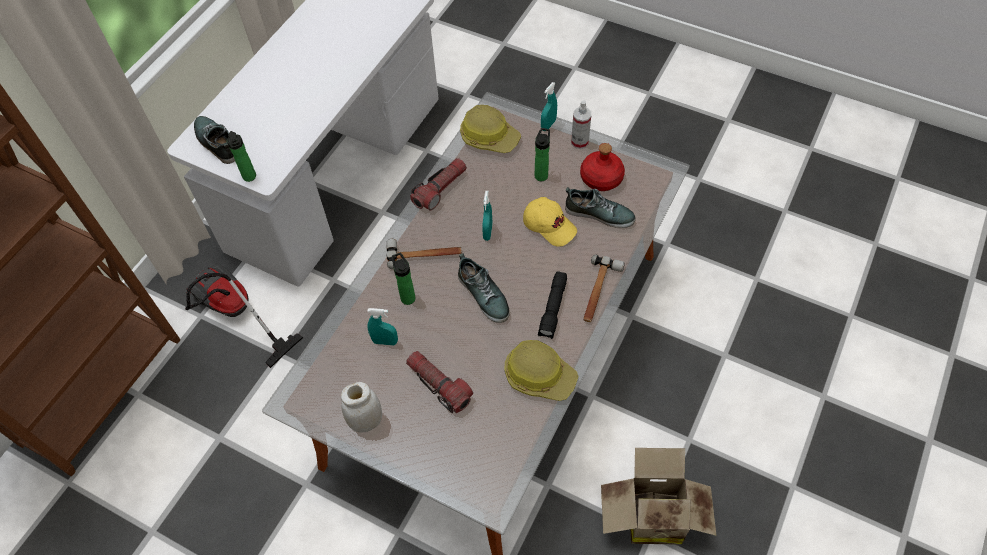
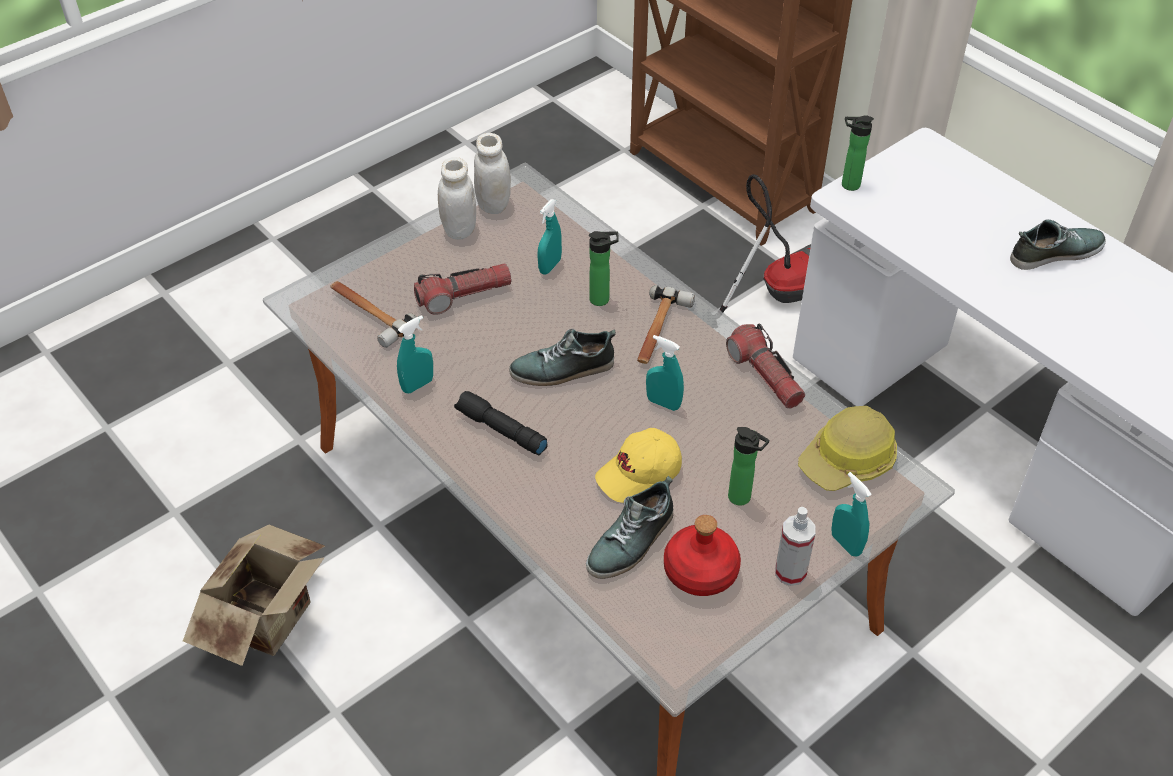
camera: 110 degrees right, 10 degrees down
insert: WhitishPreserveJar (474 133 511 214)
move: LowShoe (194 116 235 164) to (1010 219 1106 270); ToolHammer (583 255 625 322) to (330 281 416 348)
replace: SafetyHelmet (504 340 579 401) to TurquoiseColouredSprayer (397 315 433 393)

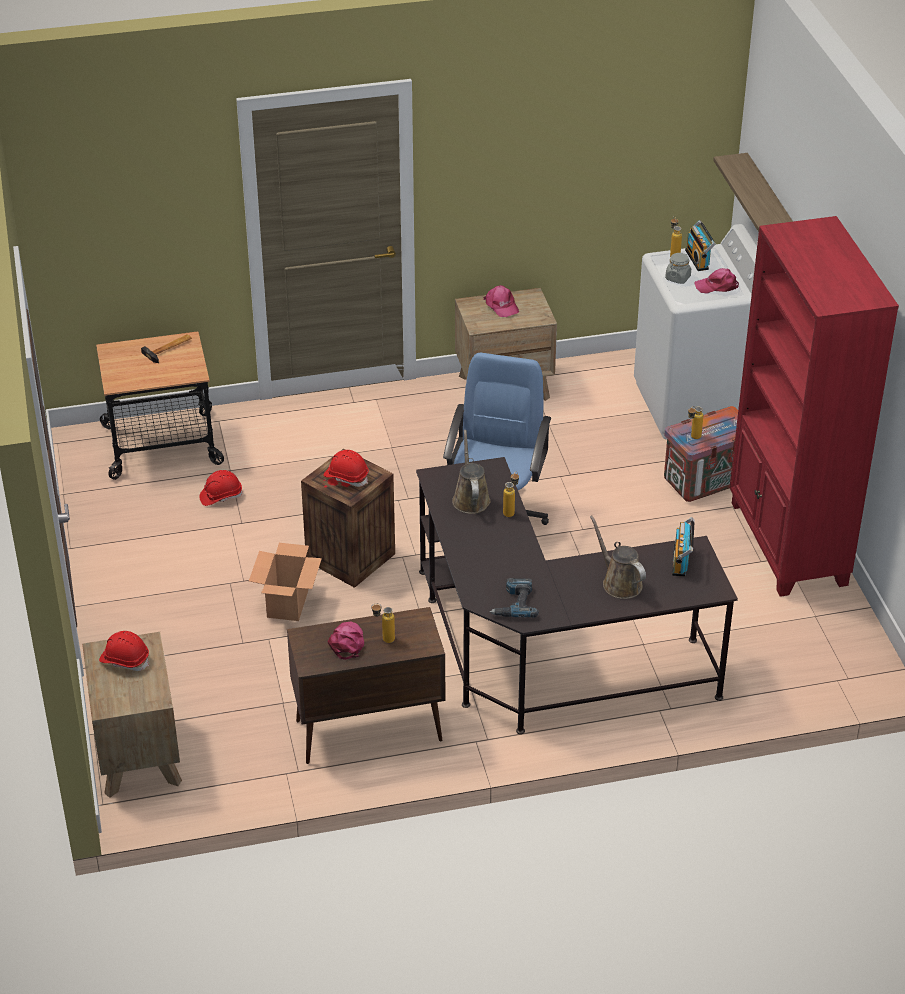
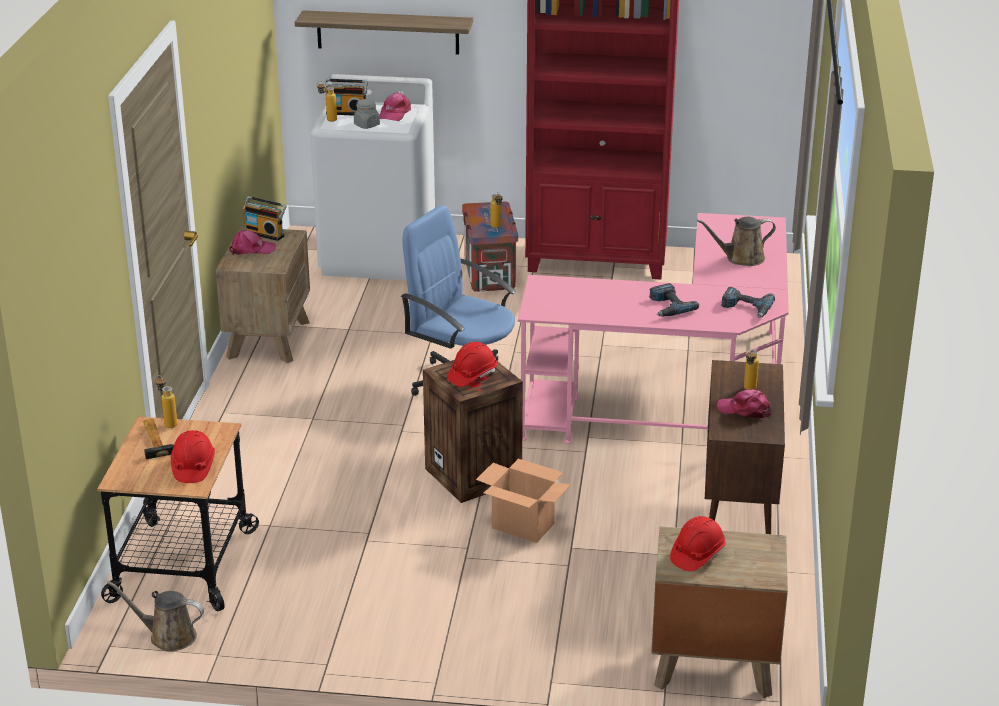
camera: 70 degrees left, 10 degrees down
insert: PowerDrill (649 283 699 317)
move: RedColouredSafetyHelmet (199 470 242 506) to (171 430 215 483); BrownSprinklingCan (452 430 490 514) to (107 581 204 651); DrinkBottle (503 471 519 517) to (156 375 178 428); RadioSet (672 517 695 577) to (243 196 287 241)
recolor: BlackishDeskUnit (416 457 738 734) to PinkColouredDeskUnit (518 213 789 444)

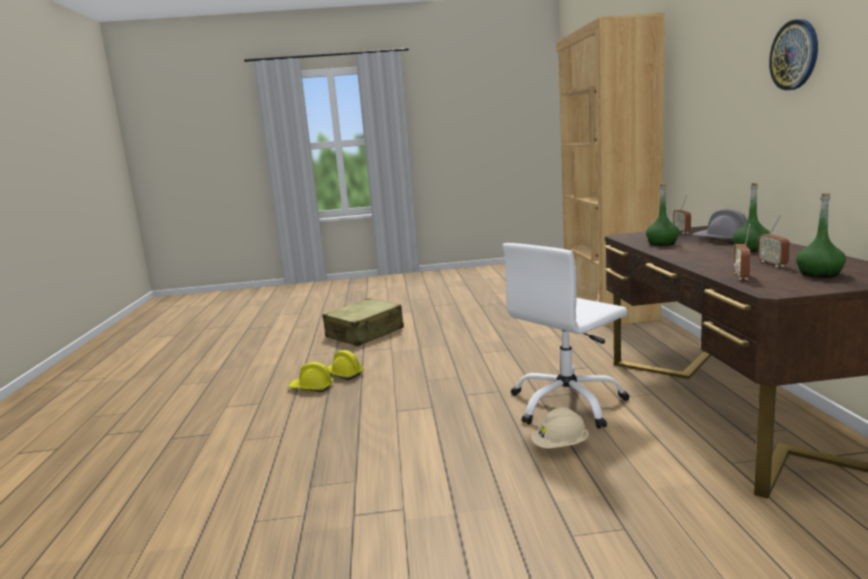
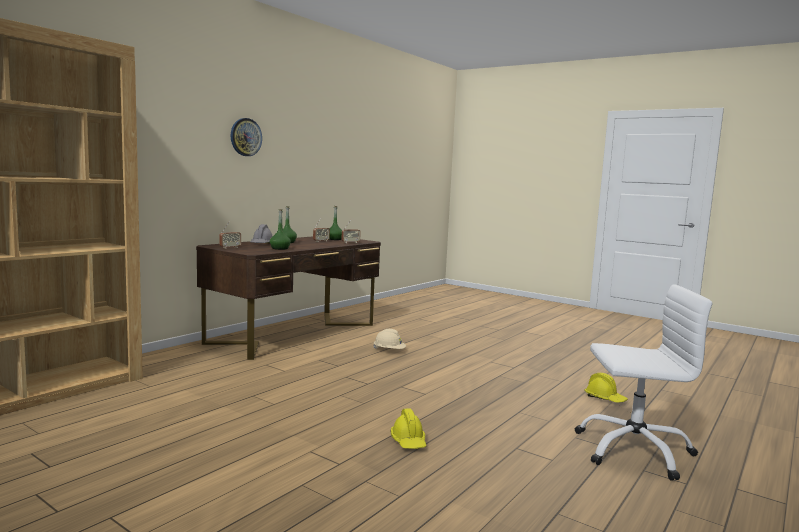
camera: 140 degrees left, 5 degrees down
delete: BeigeColouredSuitcase (323 298 404 346)
move: YellowishSafetyHelmet (288 362 334 392) to (584 373 628 403); WhitishOfficeChair (503 243 630 429) to (575 284 712 481)

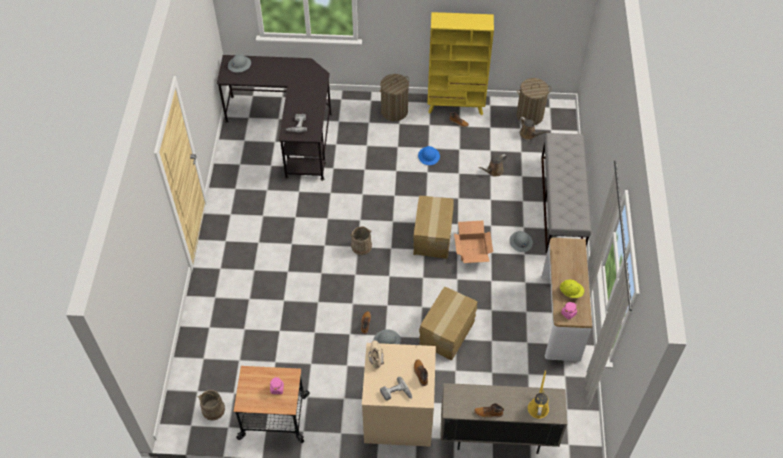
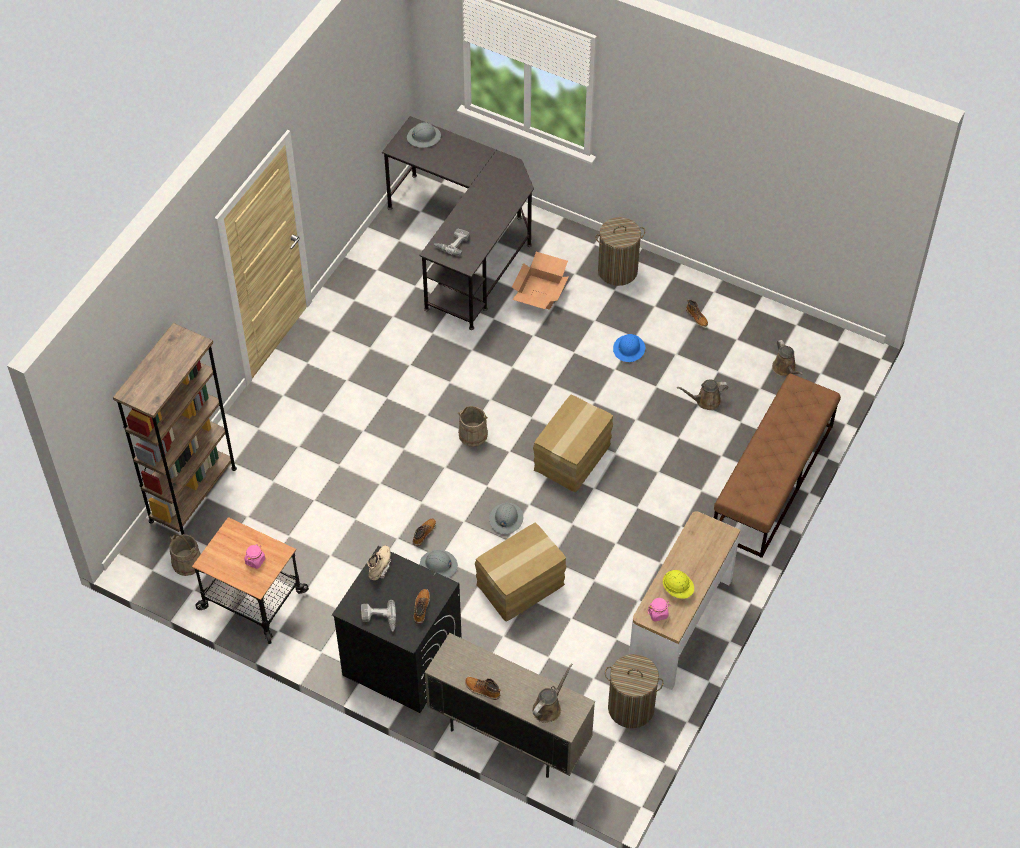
camera: 25 degrees right, 0 degrees up
delete: YellowishBookcase (427 12 494 116)
insert: BrownBookcase (113 323 237 535)
move: PackingBox (454 221 493 263) to (512 252 569 310); GreyishSafetyHelmet (509 231 533 252) to (489 503 523 534); LaundryBasket (516 78 552 125) to (605 654 664 728)
recolor: BeigeColouredLaundryAppliance (362 343 436 447) to BlackishLaundryAppliance (332 546 462 713); YellowishSprinklingCan (528 370 549 419) to BrownSprinklingCan (532 663 573 723); GreyishIndoorBench (541 133 592 253) to BrownIndoorBench (714 373 841 558)

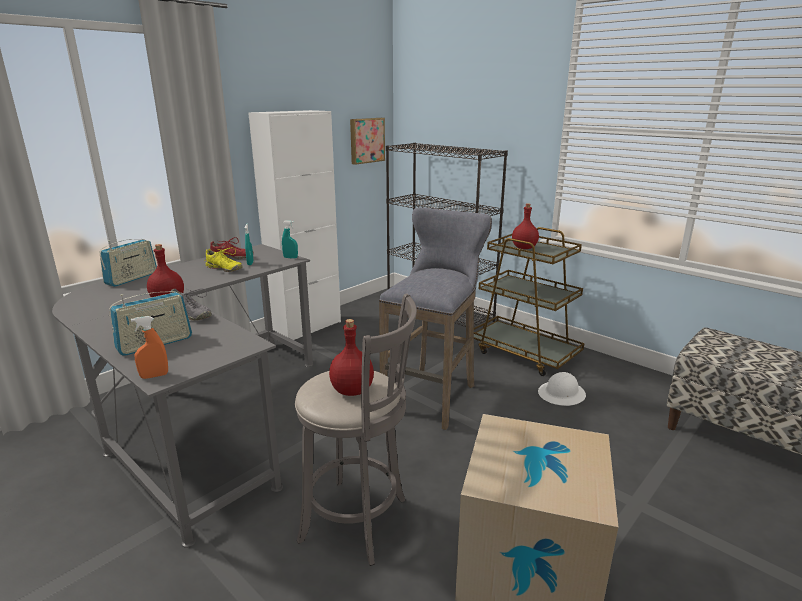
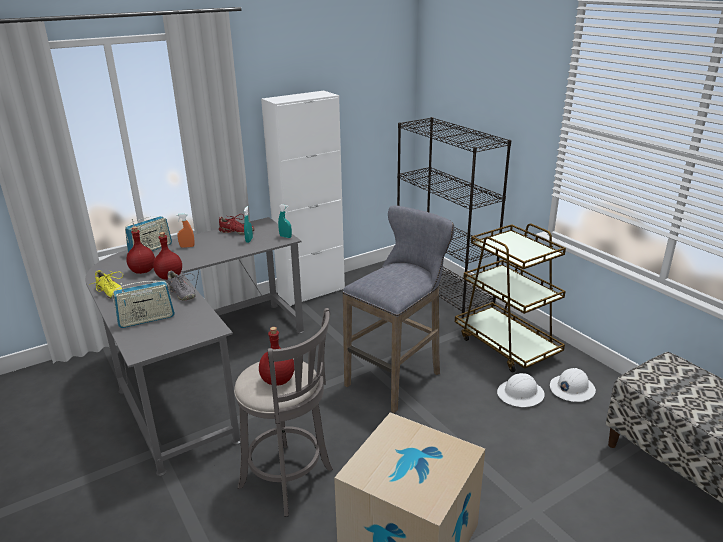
camera: 15 degrees right, 5 degrees up
delete: Picture (350 118 385 165)
insert: WhitishSafetyHelmet (550 368 596 402)
move: OrangeSprayer (131 316 168 379) to (176 213 195 248); YellowishLowShoe (204 248 243 272) to (89 270 124 299); RedColouredDrinkBottle (512 203 539 249) to (126 227 155 274)

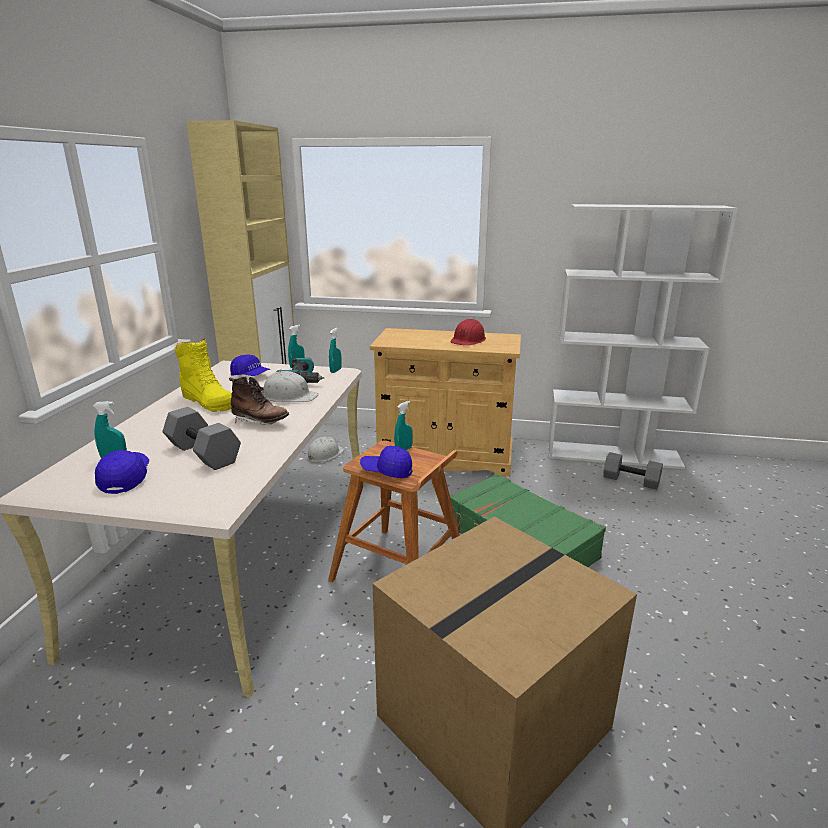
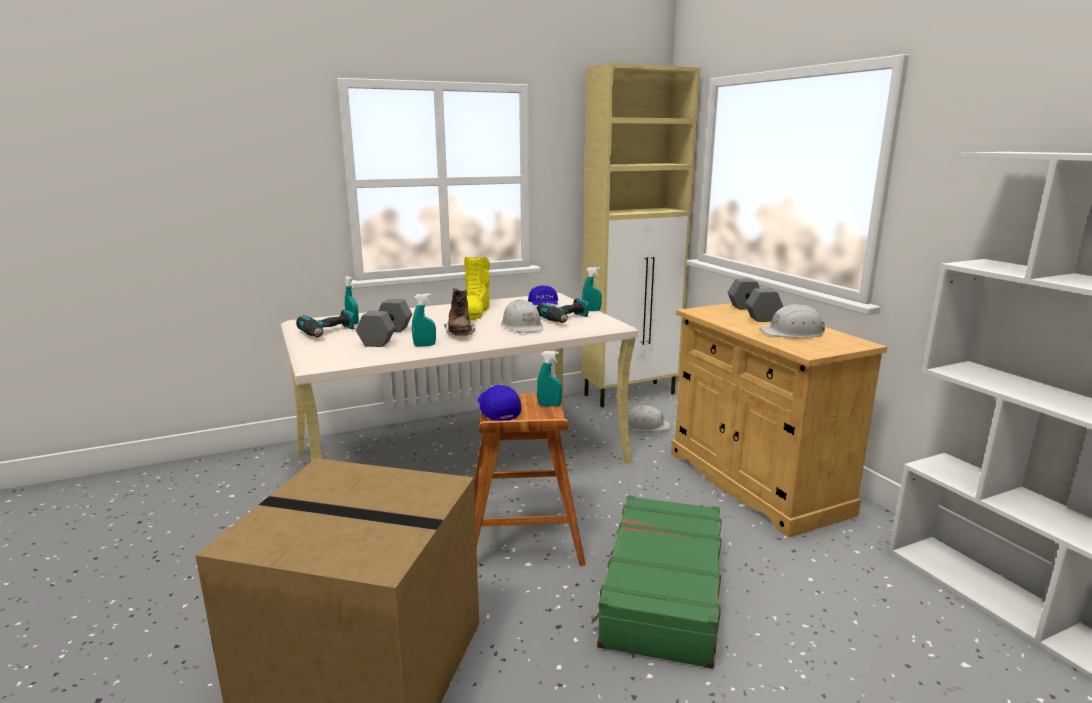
camera: 55 degrees right, 5 degrees down
move: TurquoiseColouredSprayer (329 328 342 373) to (412 293 436 347); GreyishFreeWeight (604 452 663 490) to (728 278 783 322)
replace: BluePeakedCap (95 450 149 494) to PowerDrill (296 309 355 337)
recolor: RedColouredSafetyHelmet (451 319 486 346) to WhitishSafetyHelmet (759 304 825 338)

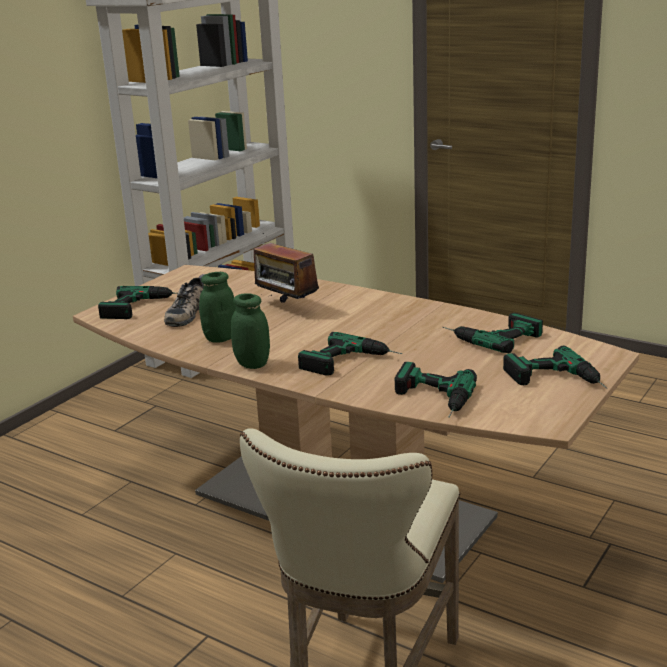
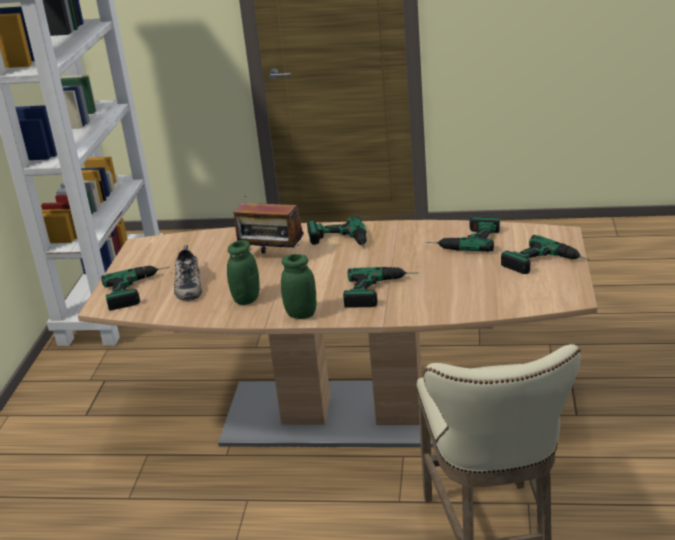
camera: 25 degrees left, 5 degrees up
move: PowerDrill (395 362 477 418) to (307 216 367 249)

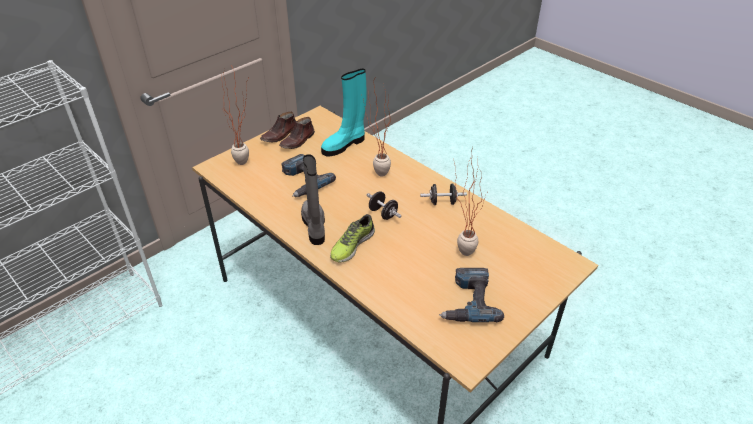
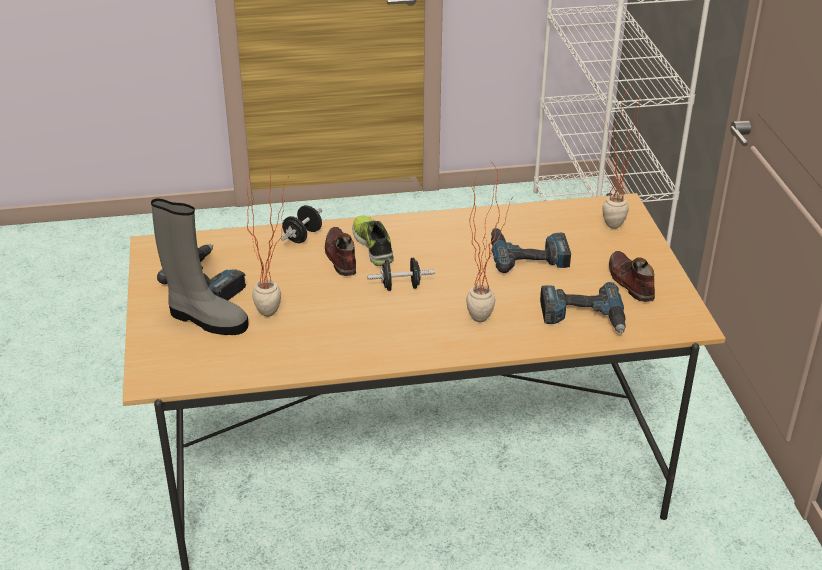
camera: 125 degrees right, 5 degrees down
move: BrownLowShoe (260 112 296 142) to (325 227 356 276); GreyishTallBoot (301 154 325 245) to (151 199 249 335); BlackishFreeWeight (420 183 467 205) to (281 205 322 243)
replace: TurquoiseColouredTallBoot (321 68 367 157) to PowerDrill (540 282 626 334)

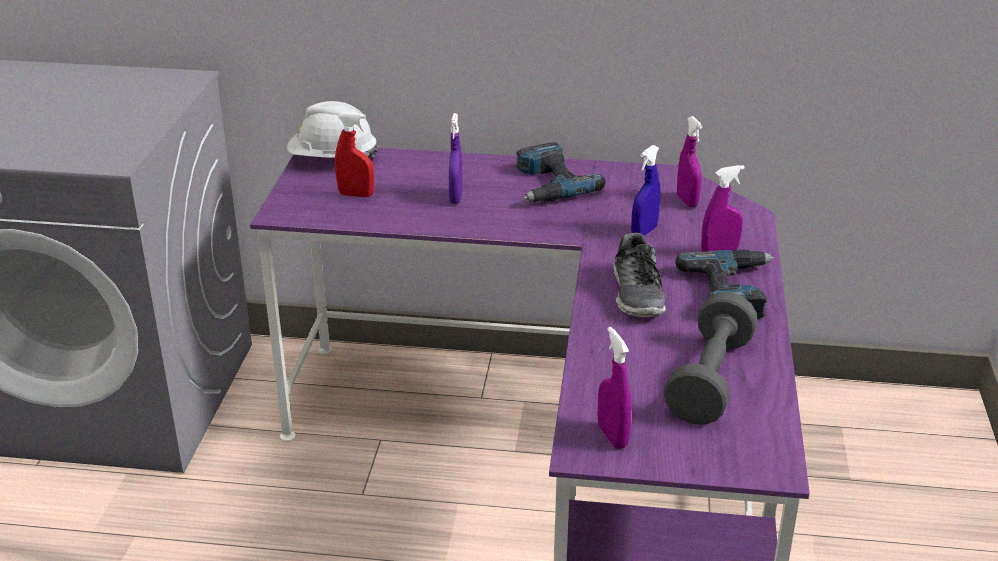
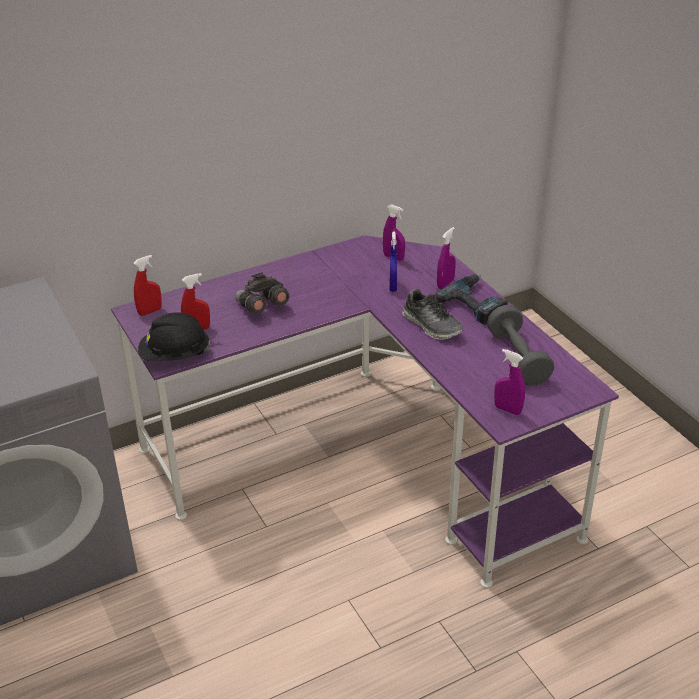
camera: 35 degrees left, 5 degrees up
delete: PowerDrill (516 142 606 202)
insert: BlackishSafetyHelmet (138 312 211 361)
replace: WhitishSafetyHelmet (287 101 378 159) to RedColouredSprayer (134 255 162 316); PurpleSprayer (449 113 462 204) to GreyishBinoculars (235 272 289 314)

